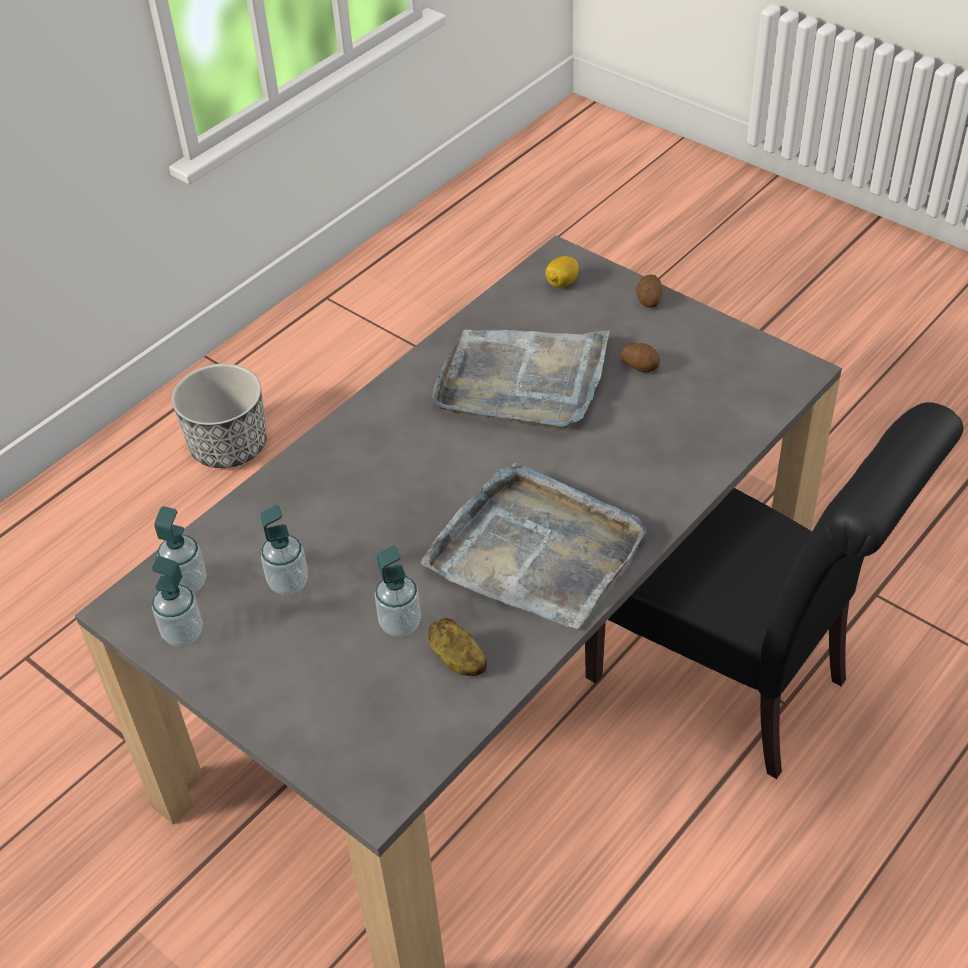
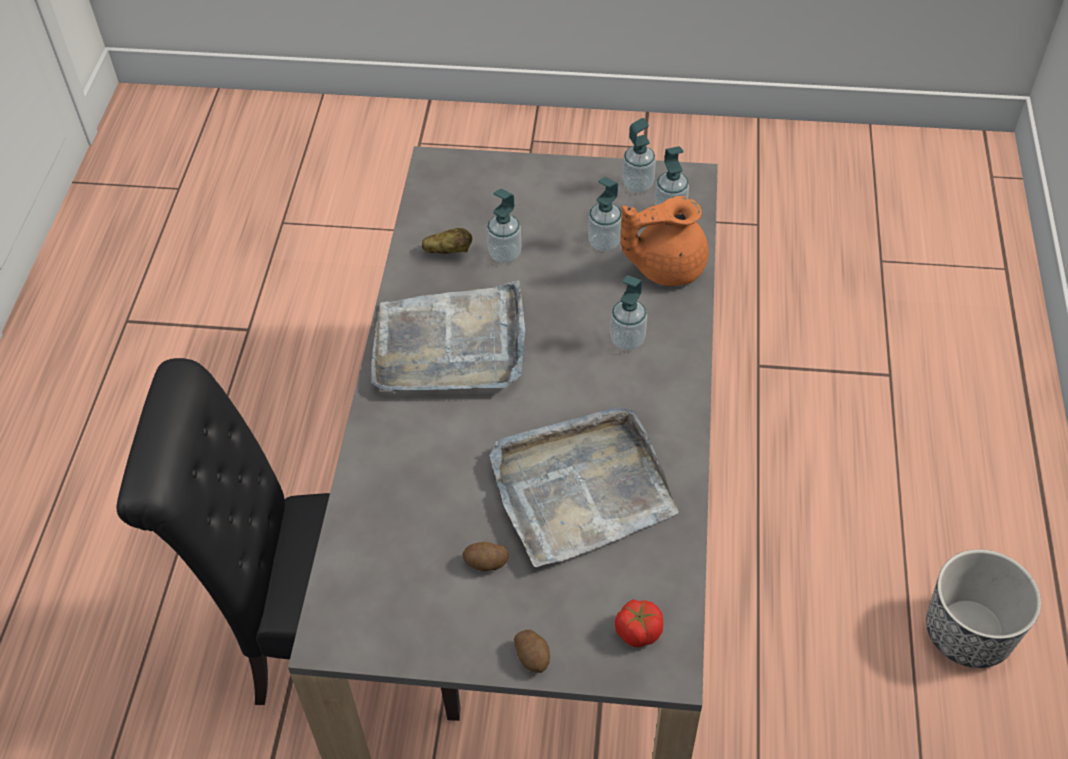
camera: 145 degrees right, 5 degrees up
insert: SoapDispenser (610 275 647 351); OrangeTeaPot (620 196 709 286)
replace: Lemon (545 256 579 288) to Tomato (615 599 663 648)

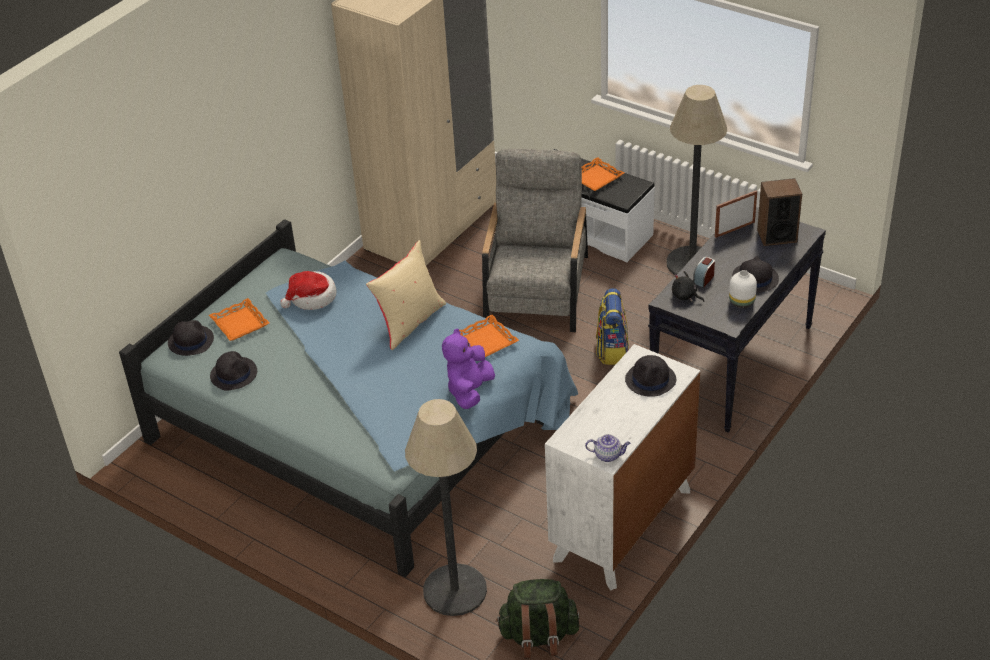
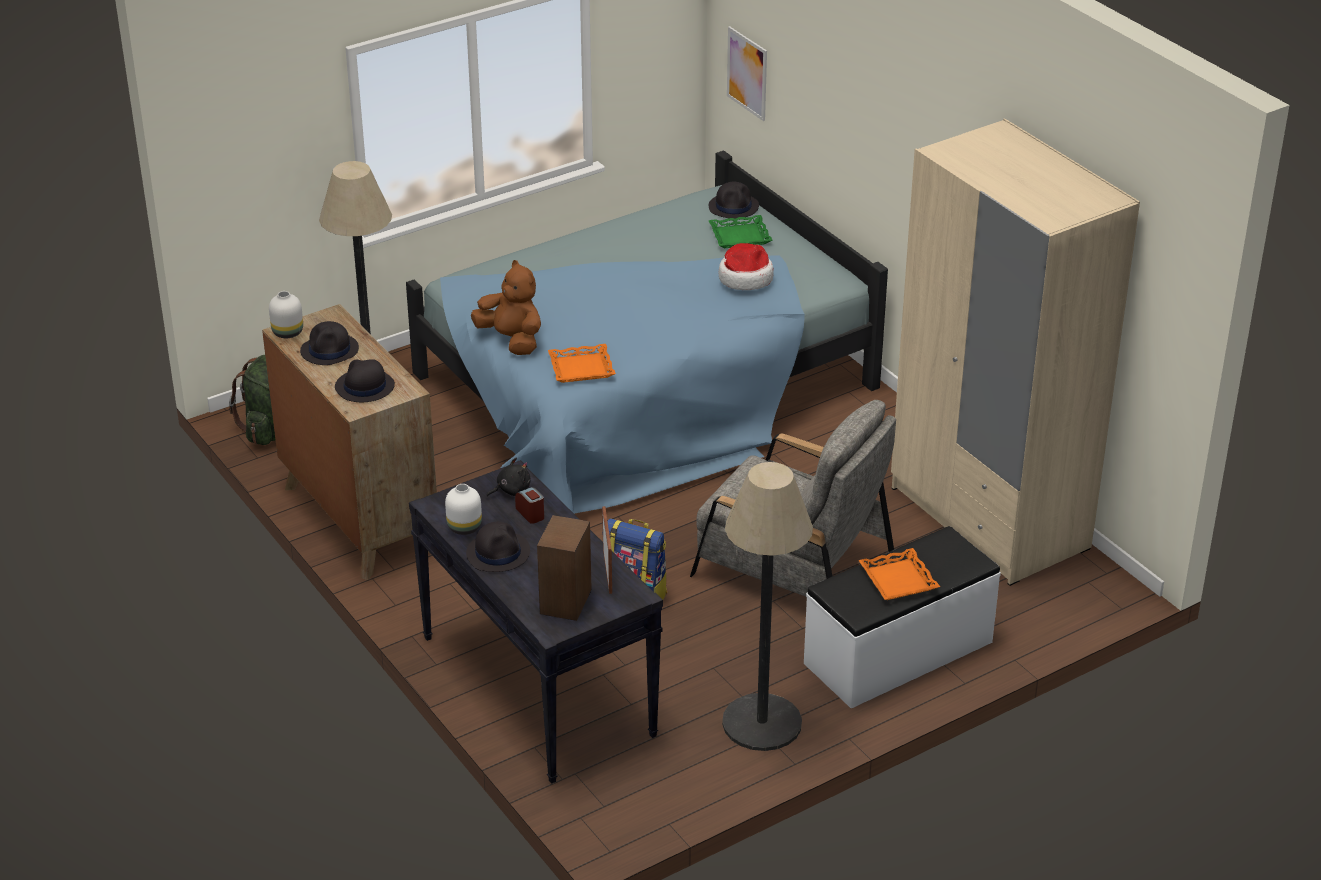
camera: 110 degrees right, 5 degrees down
delete: BeigeColouredCushion (366 240 446 350)
insert: Picture (727 26 767 121)
move: BlackishHat (210 351 257 391) to (300 321 359 365)
replace: TeaPot (585 434 631 462) to WhitishVase (269 291 303 338)
recolor: OrangeTray (209 298 270 341) to GreenColouredTray (708 215 773 249); PurplePlushToy (442 328 495 409) to BrownPlushToy (471 260 541 355); WhitishDrawerChest (545 344 700 590) to BrownDrawerChest (262 304 437 580)

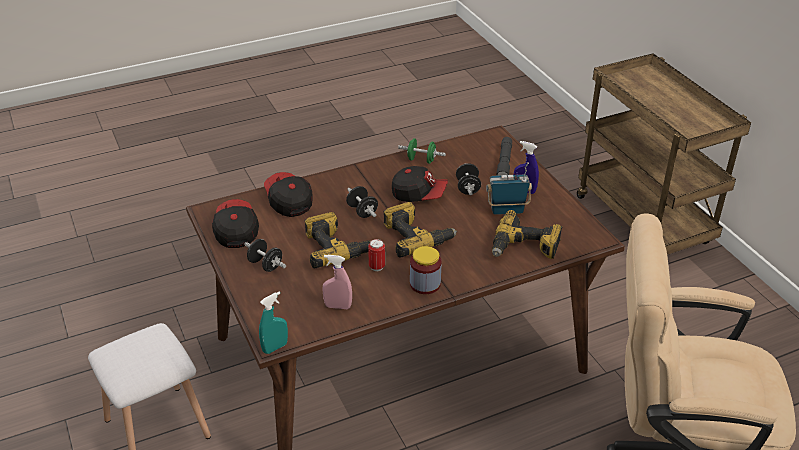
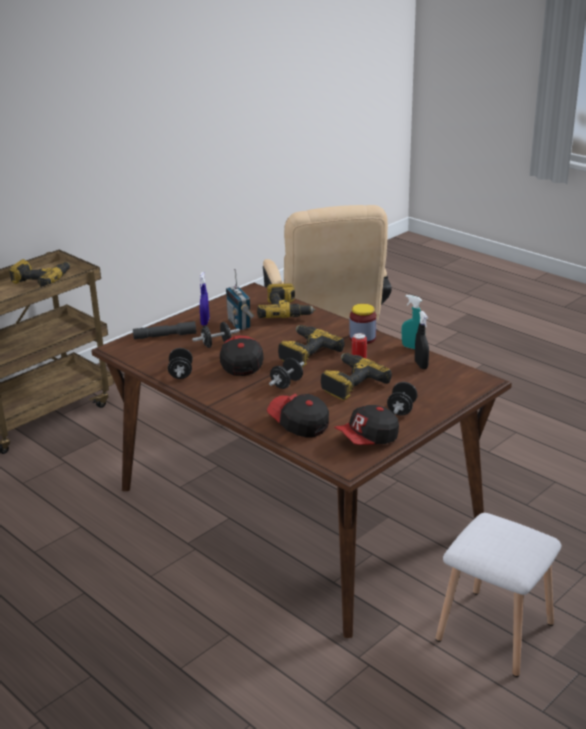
camera: 110 degrees left, 10 degrees down
insert: PowerDrill (9 259 70 287)
move: TurquoiseColouredSprayer (259 292 288 354) to (402 295 422 349)
recolor: PinkColouredSprayer (322 255 352 309) to BlackishSprayer (415 311 429 369); GreenColouredFreeWeight (398 138 446 164) to BlackishFreeWeight (168 348 193 379)
rotate: PeakedCap (264 172 313 217) = (267 394 329 437) 90 degrees clockwise

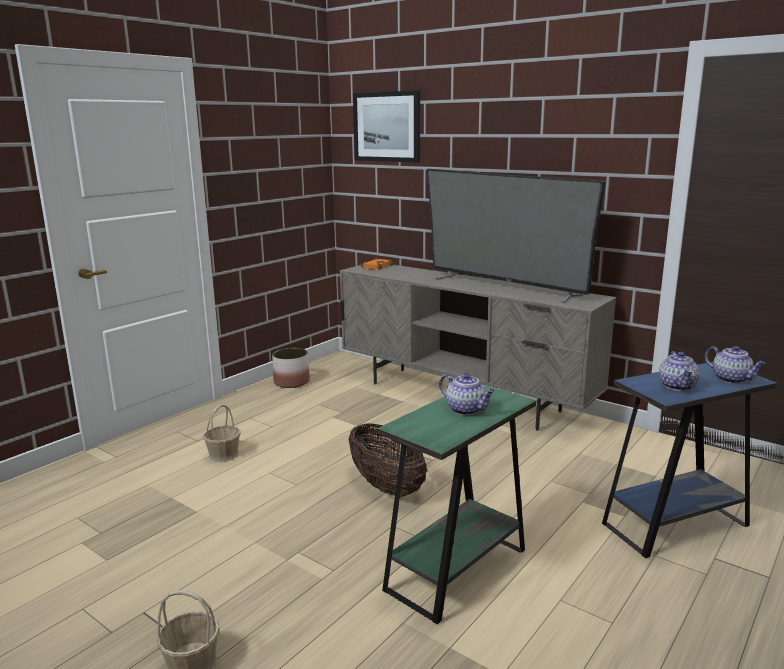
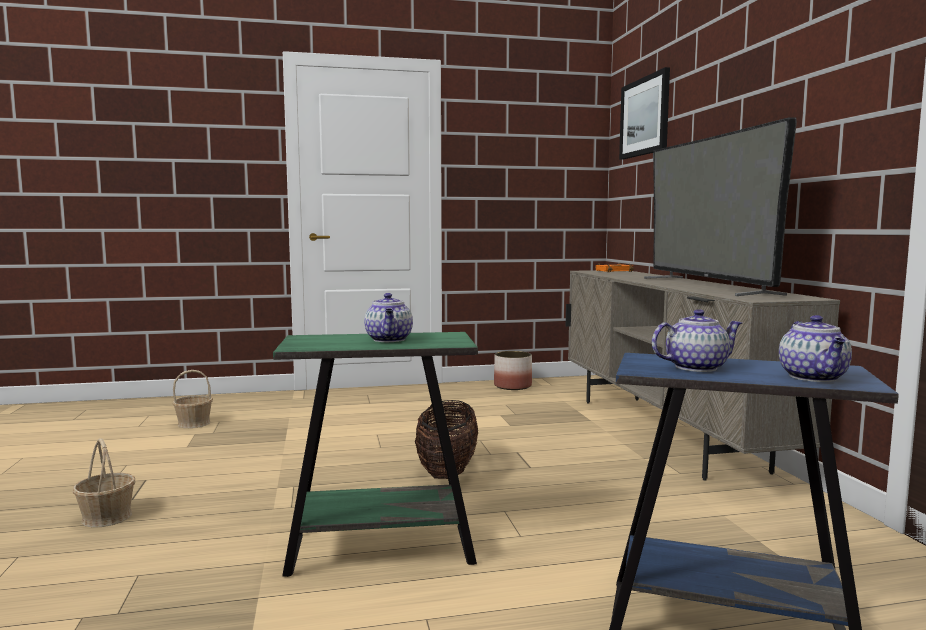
camera: 40 degrees right, 10 degrees down
move: StorageBasket (203 404 240 462) to (172 370 213 428)
rotate: TeaPot (659 351 700 391) = (652 309 742 372) 150 degrees counterclockwise

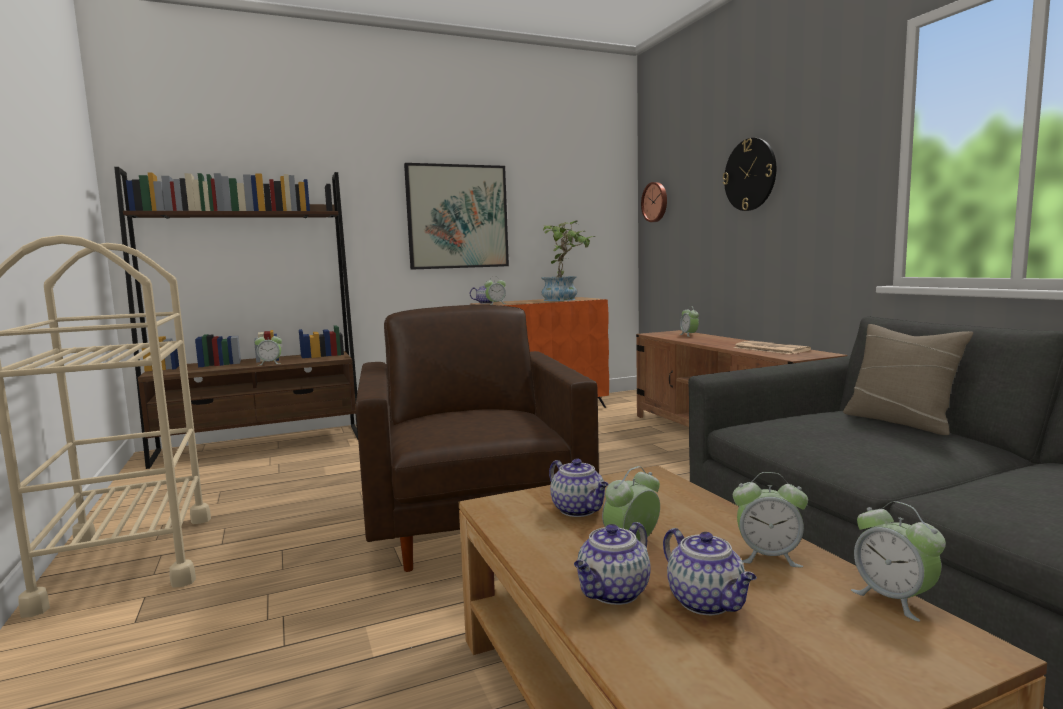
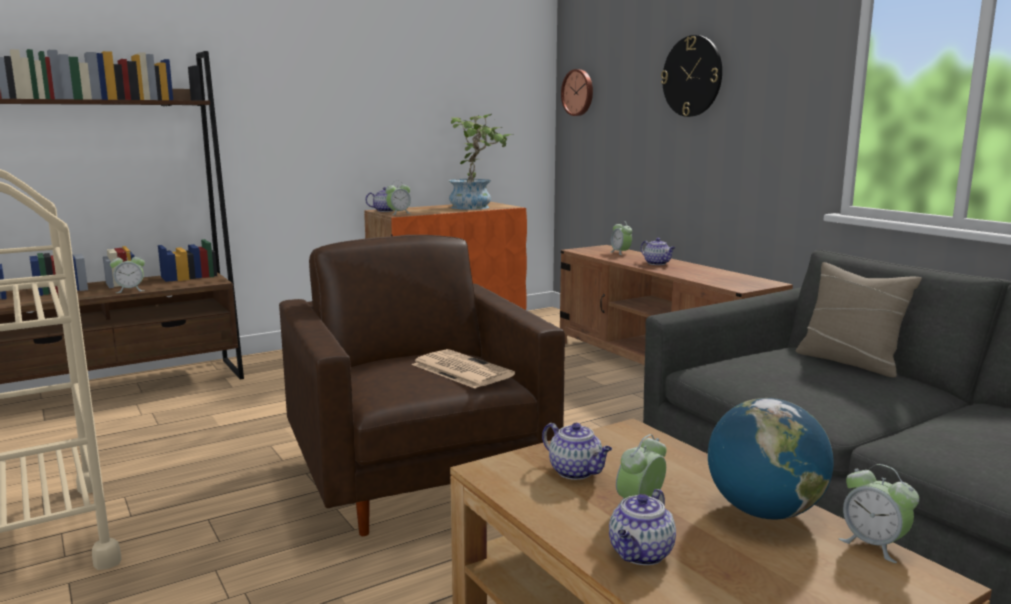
camera: 10 degrees left, 5 degrees up
delete: Picture (404 163 509 270)
move: TeaPot (663 528 757 615) to (641 238 675 265); DailyPaper (733 341 811 354) to (412 349 515 388)
replace: TableClock (733 472 808 567) to DeskGlobe (708 398 834 519)

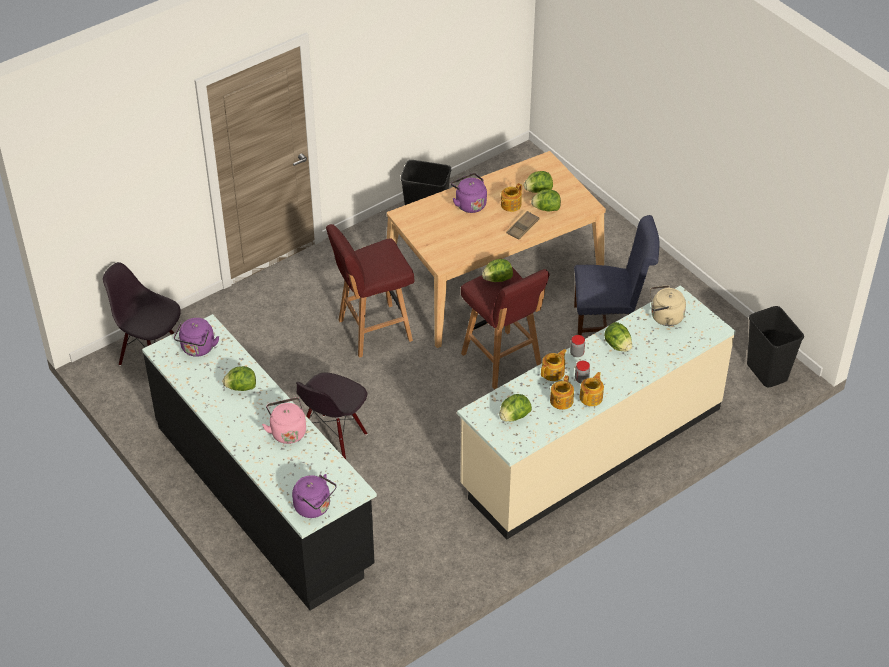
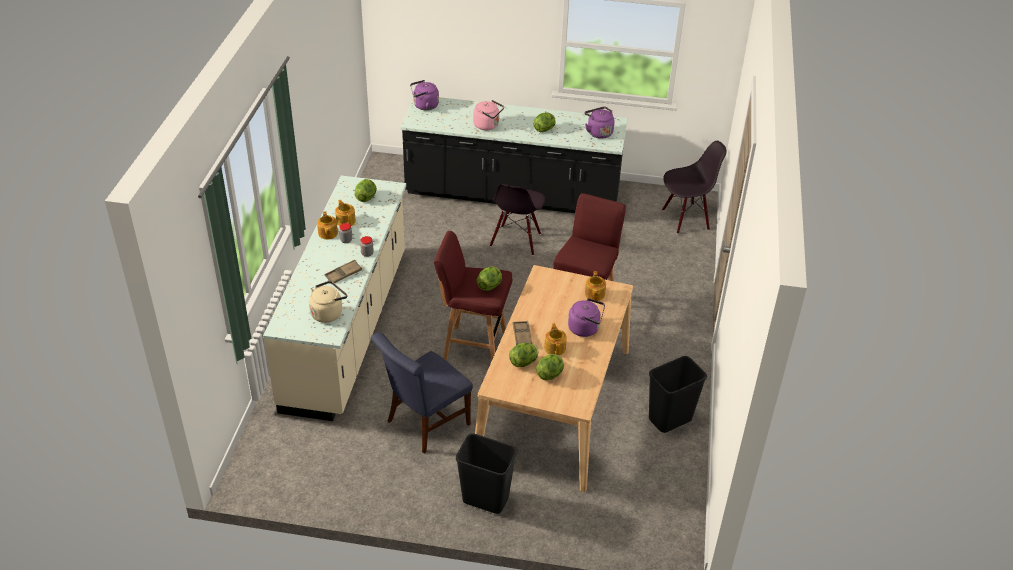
camera: 135 degrees right, 5 degrees down
move: TeaPot (541 349 567 381) to (585 271 606 301); BlackishWasteBin (747 306 804 387) to (456 433 517 514)
replace: HeadOfLettuce (604 322 632 351) to BrownTray (325 260 362 283)
rotate: BlackishPlainChair (296 373 367 459) = (490 184 545 256) 150 degrees counterclockwise

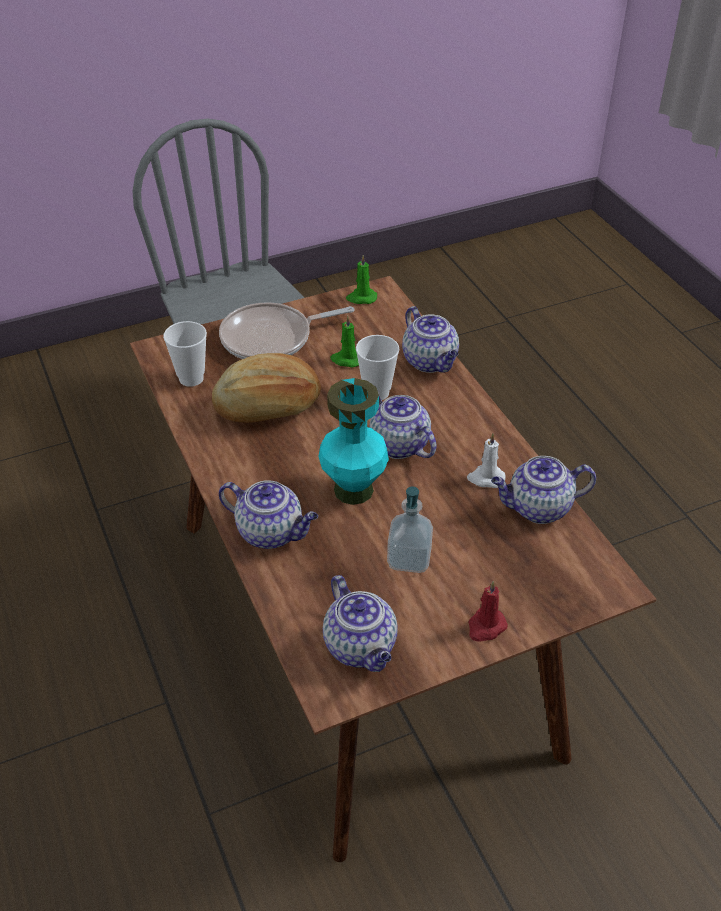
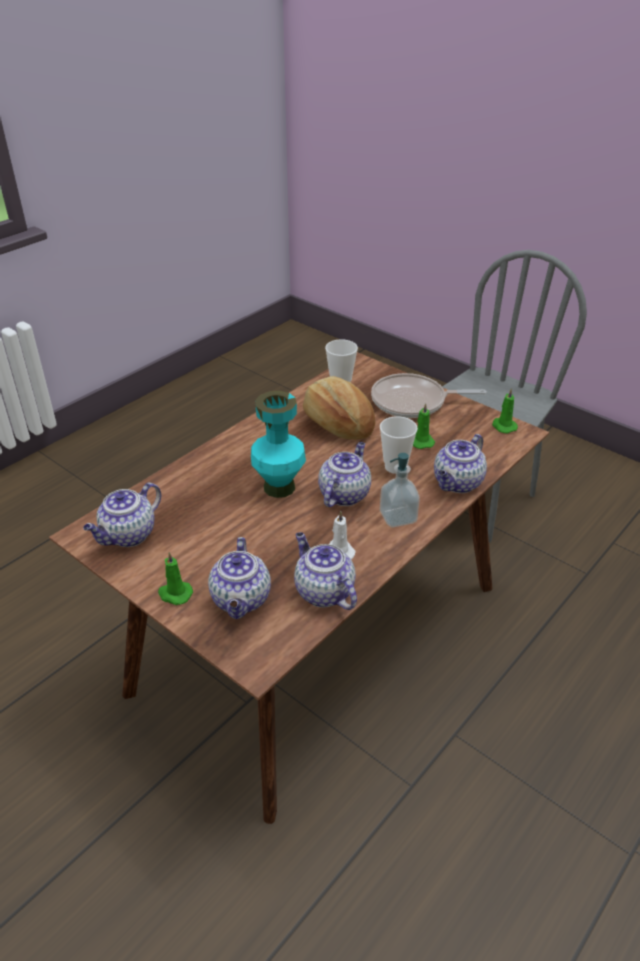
camera: 65 degrees right, 5 degrees down
move: TeaPot (219 480 318 549) to (208 537 271 619); SoapDispenser (387 487 433 573) to (380 453 420 527)
recolor: RedColouredWaxLight (468 581 508 641) to GreenColouredWaxLight (158 552 193 605)
rotate: FryingPan (219 302 354 359) = (371 373 487 418) 45 degrees counterclockwise

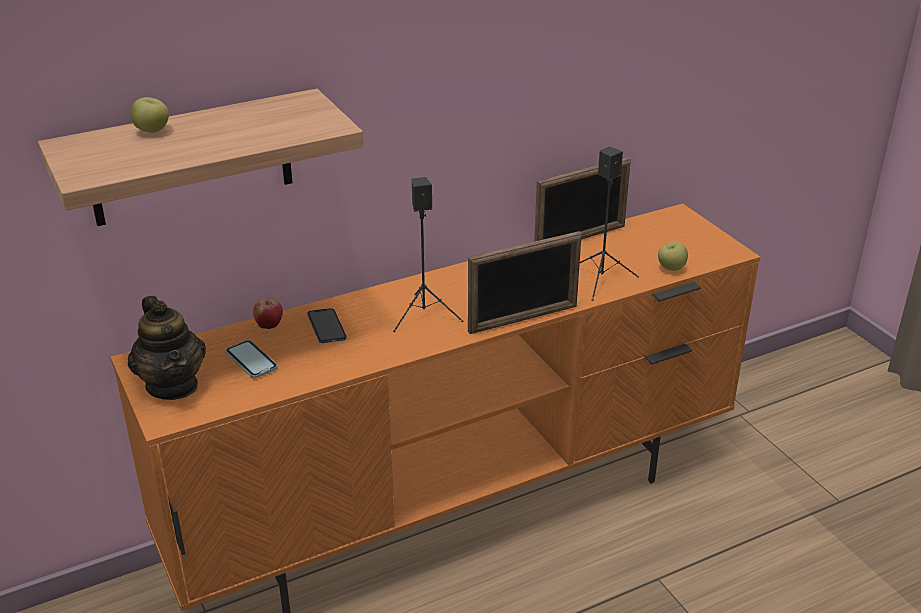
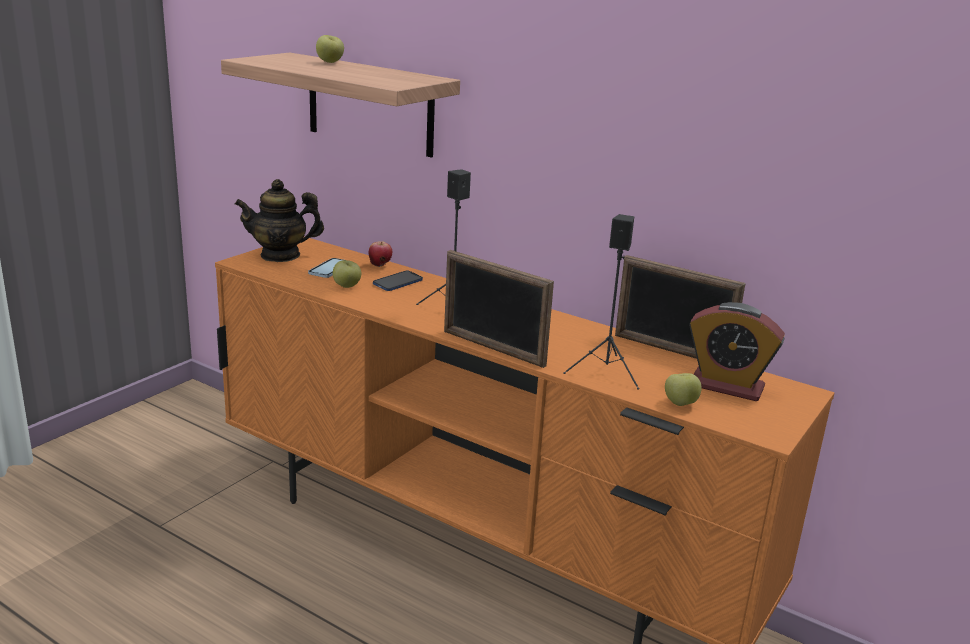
camera: 60 degrees right, 10 degrees down
insert: Apple (333 260 361 288); TableClock (689 302 785 401)
rotate: TeaPot (128 296 206 400) = (235 179 324 262) 45 degrees clockwise

